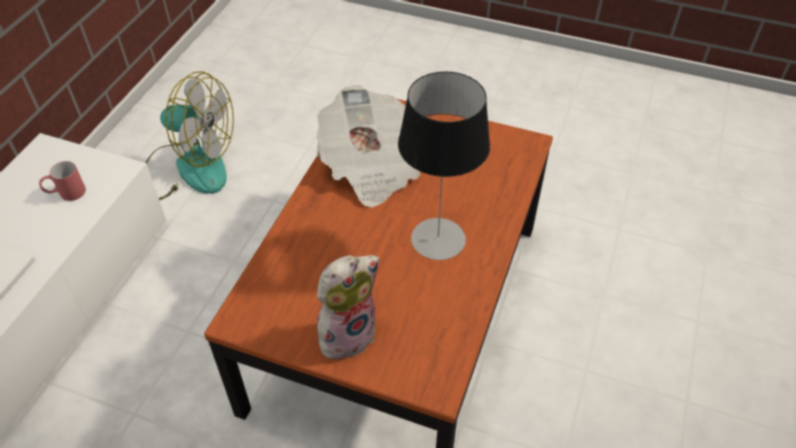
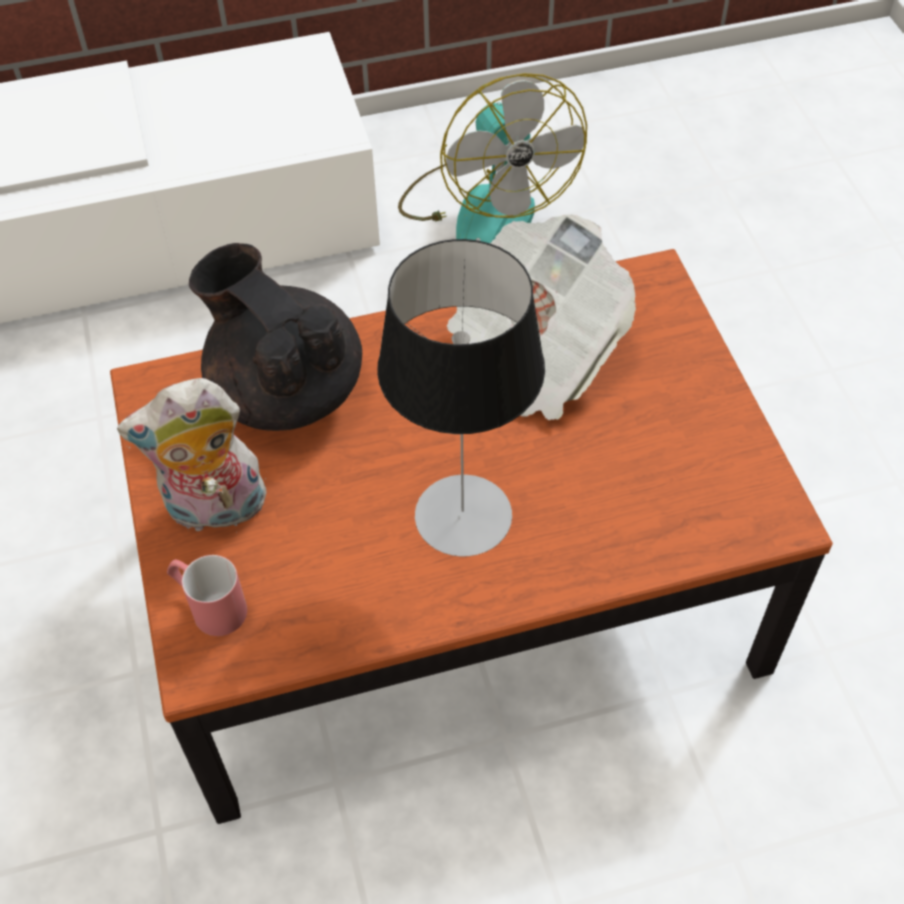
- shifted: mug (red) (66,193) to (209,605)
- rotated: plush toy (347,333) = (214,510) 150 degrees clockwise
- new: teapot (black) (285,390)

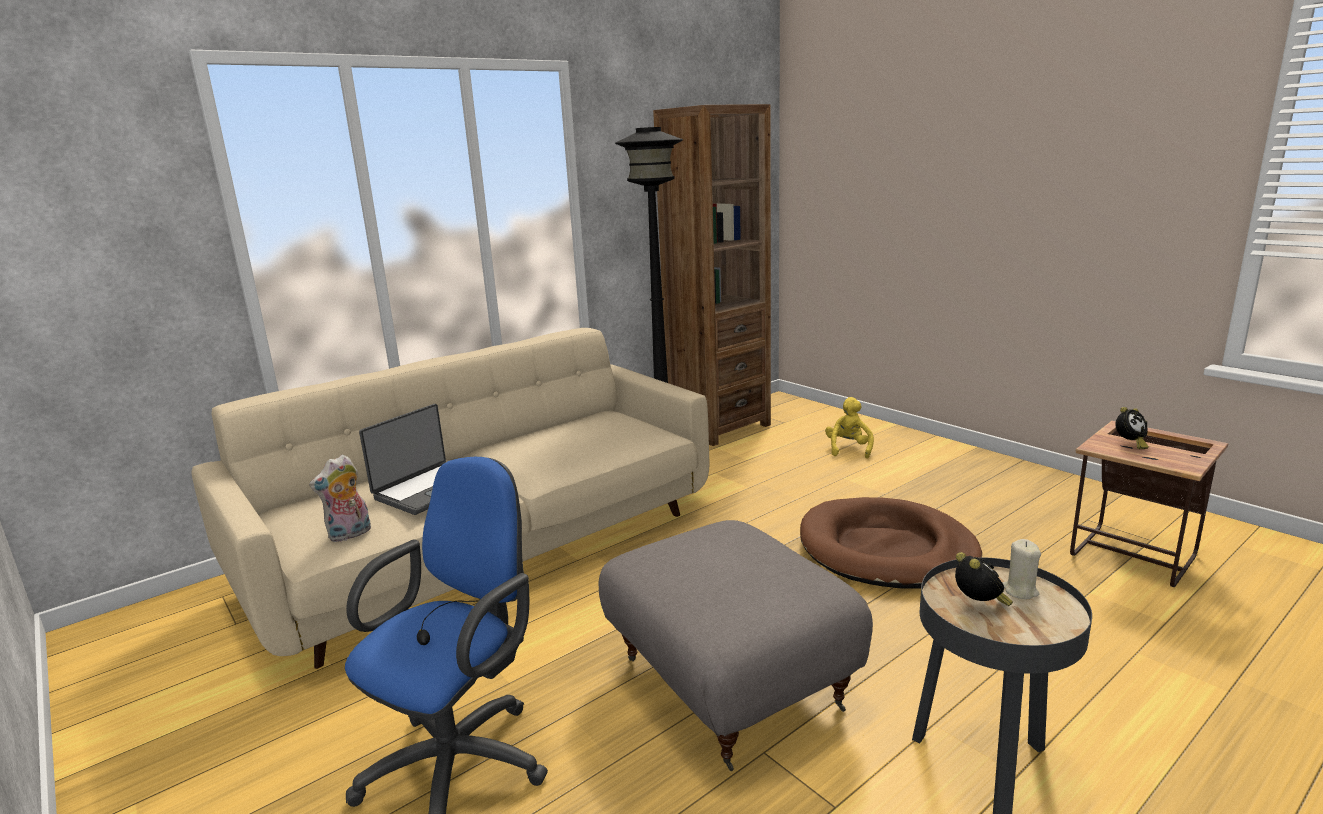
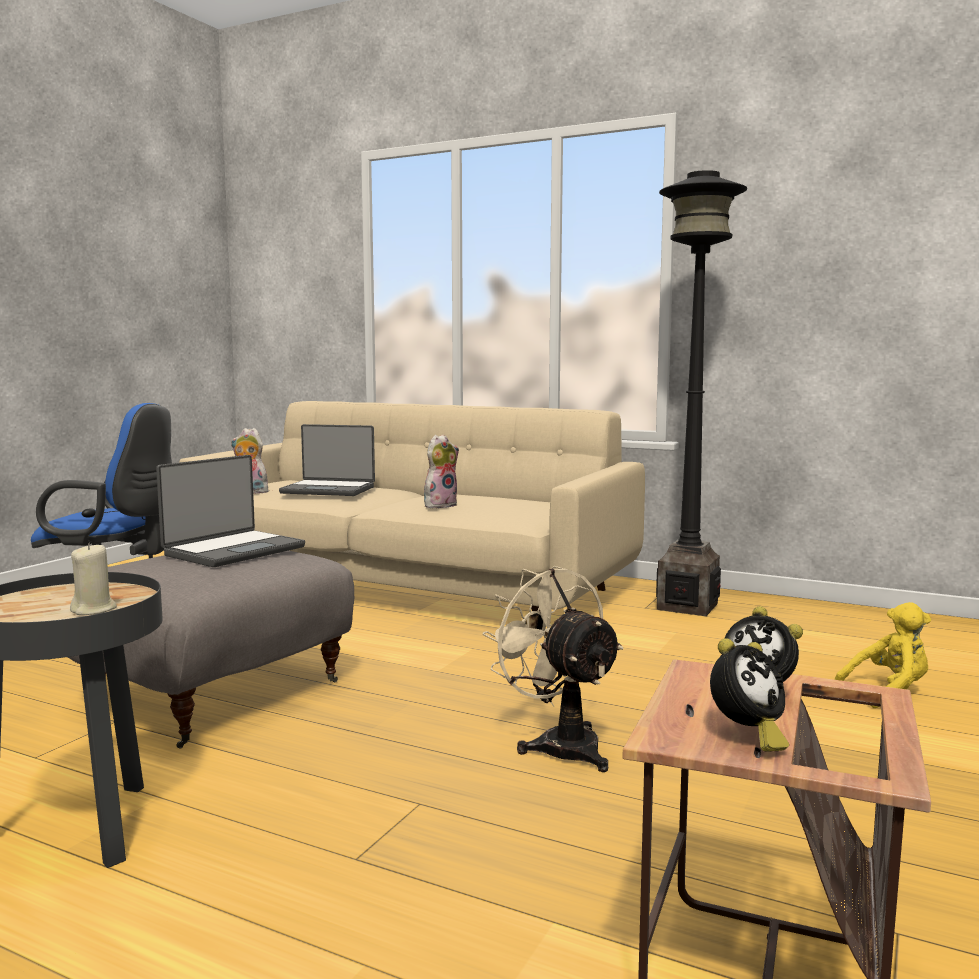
- gone: bookcase (brown) (719,427)
- swapped: dog bed (brown) (886,550) to fan (beige) (559,744)
- shifted: alarm clock (979,605) to (747,736)
- new: plush toy (440,505)
- new: laptop (233,551)

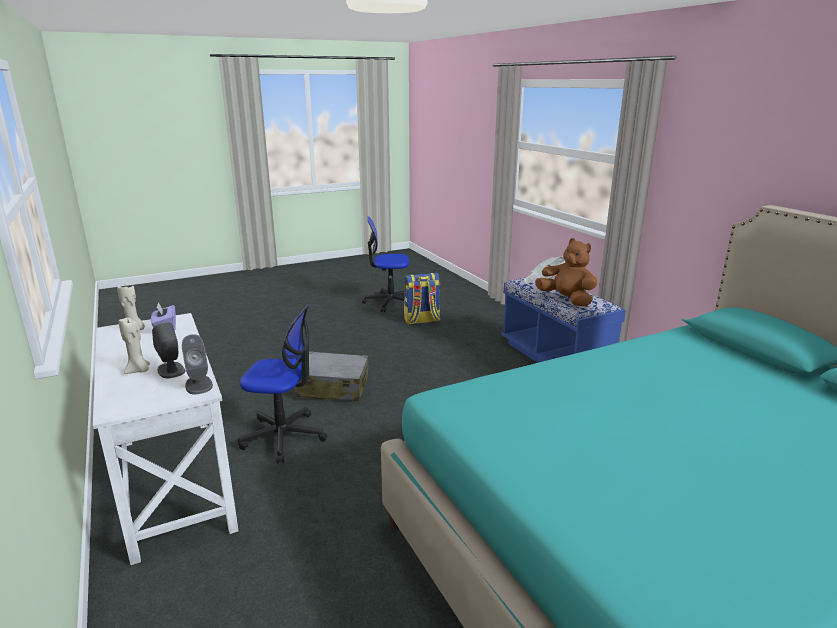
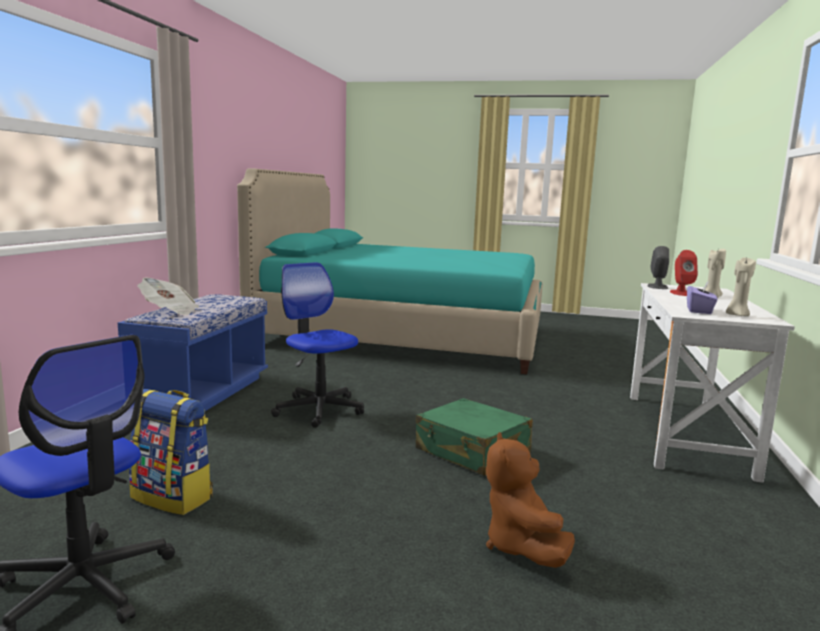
- shifted: plush toy (brown) (566,300) to (521,547)
- shifted: office chair (284,436) to (319,409)
- repainted: speaker (grey) (171,370) to speaker (red) (681,293)
- repainted: suitcase (grey) (333,387) to suitcase (green) (472,452)

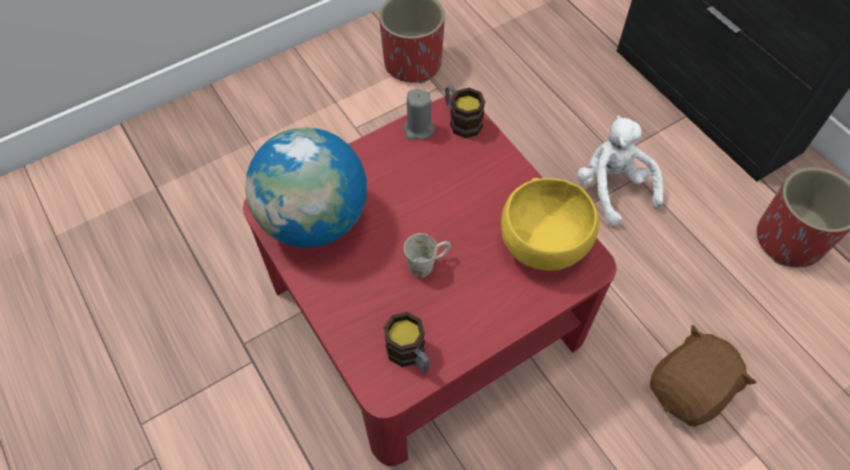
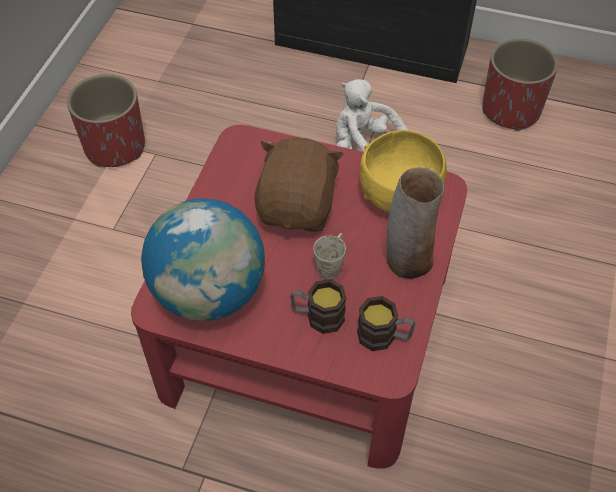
- shifted: mug (461,120) to (317,316)
- gone: candle (grey) (418,129)
- shifted: plush toy (brown) (689,390) to (298,207)
- new: vase (407,261)

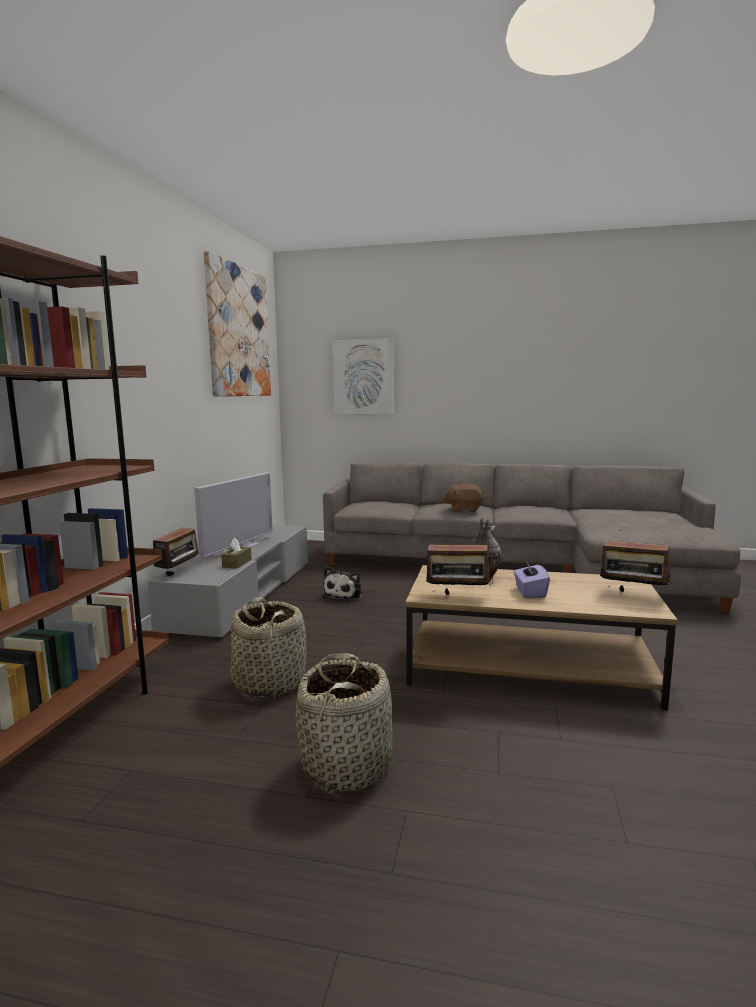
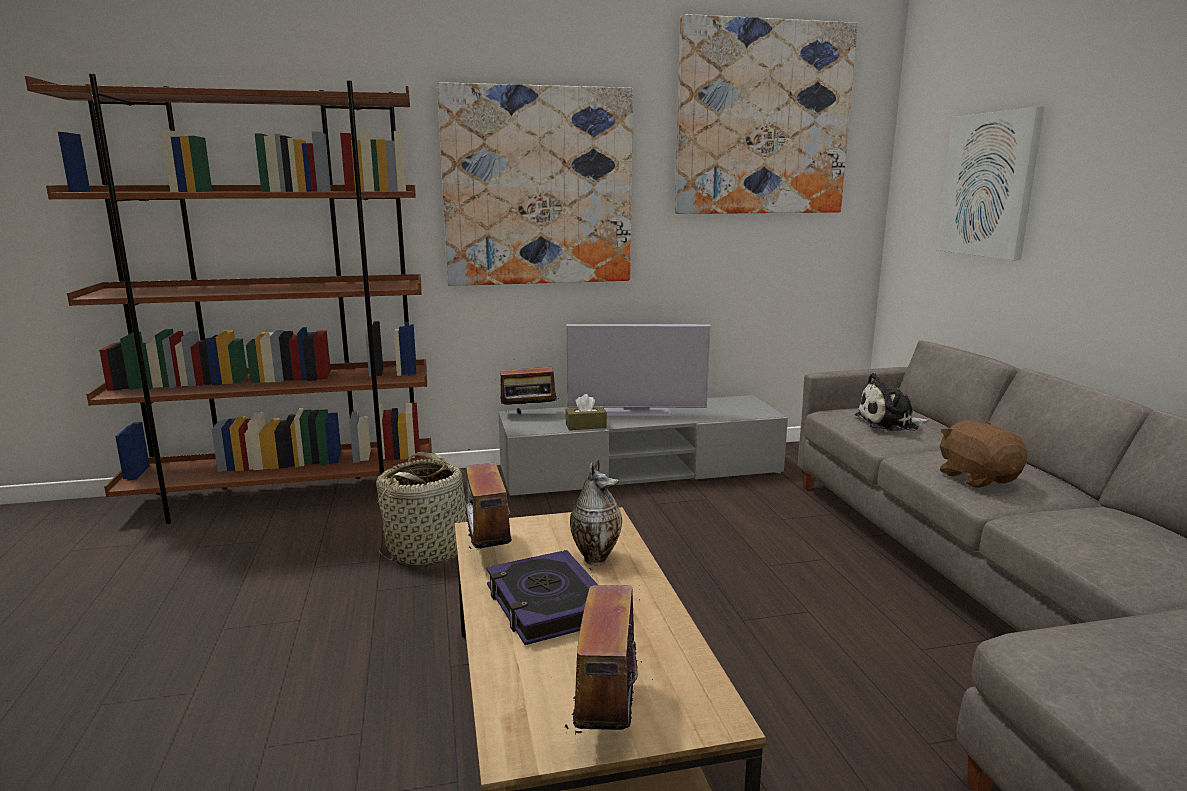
- swapped: tissue box (purple) (530,592) to book (546,604)
- shifted: plush toy (345,594) to (890,423)
- gone: basket (347,765)
- new: picture (538,187)

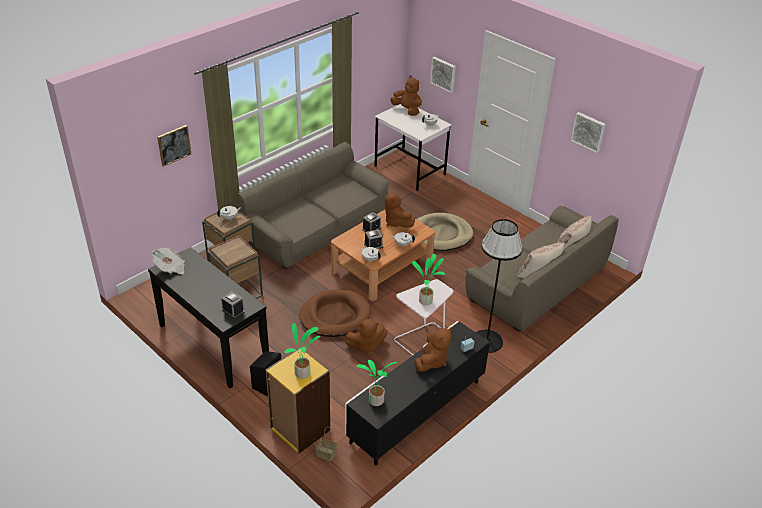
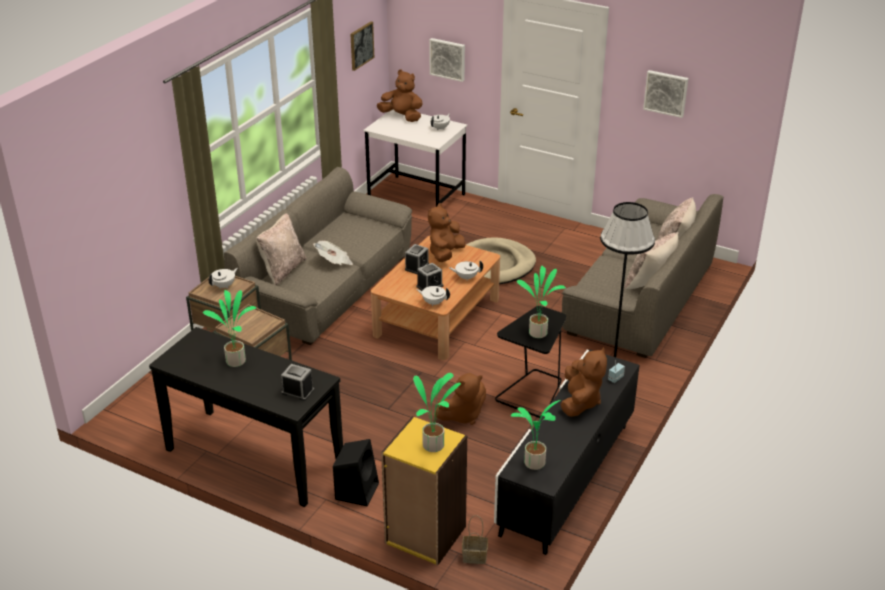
- shifted: picture (174,145) to (361,45)
- rotated: plush toy (brown) (396,222) = (445,254) 75 degrees clockwise
- shifted: newspaper (170,268) to (334,262)
- repainted: side table (white) (423,340) to side table (black) (532,393)
- gone: dog bed (brown) (335,316)
- new: pillow (beige) (282,270)
- new: potted plant (237,360)

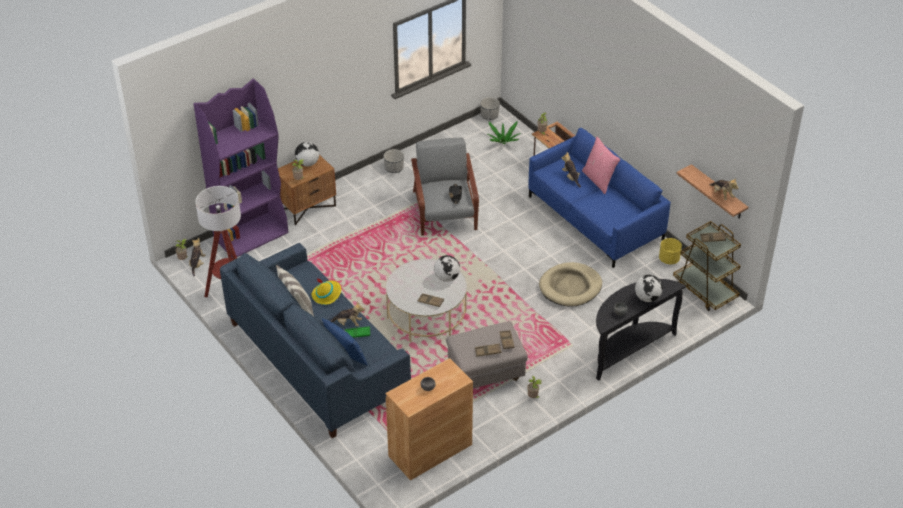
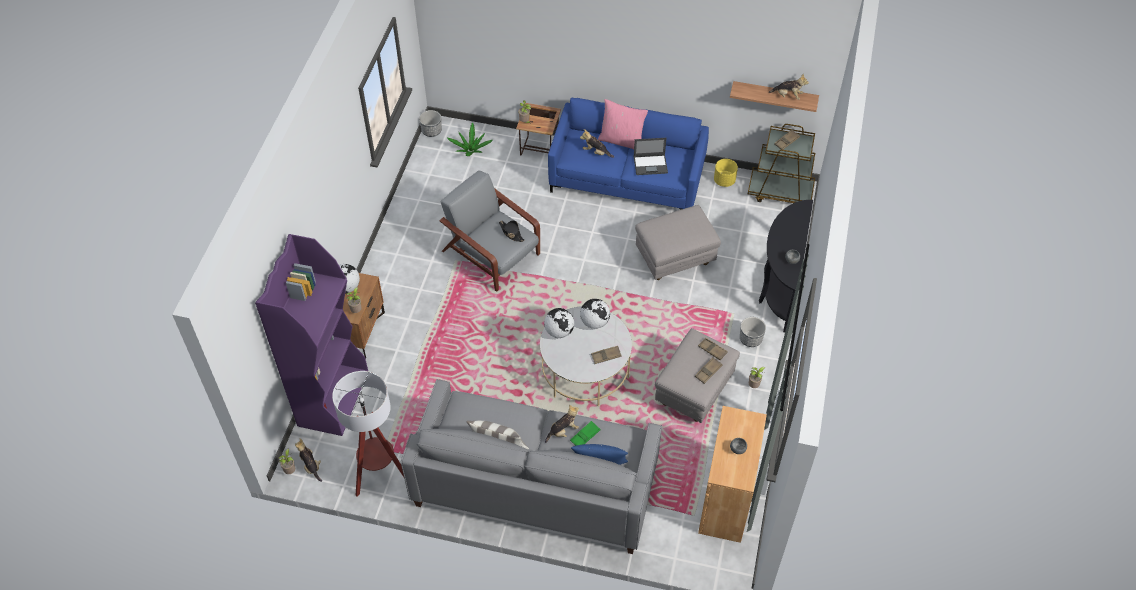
- shifted: planter (394,168) to (750,339)
- repainted: sofa (blue) (317,360) to sofa (grey) (535,484)
- swapped: dog bed (beige) (570,287) to ottoman (grey) (675,258)
- shifted: globe (647,298) to (559,331)
- gone: hat (yellow) (326,294)
- new: laptop (651,164)

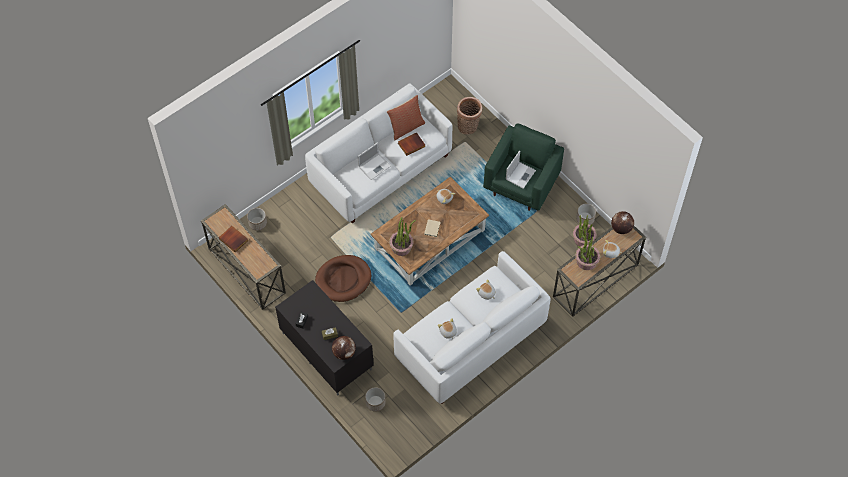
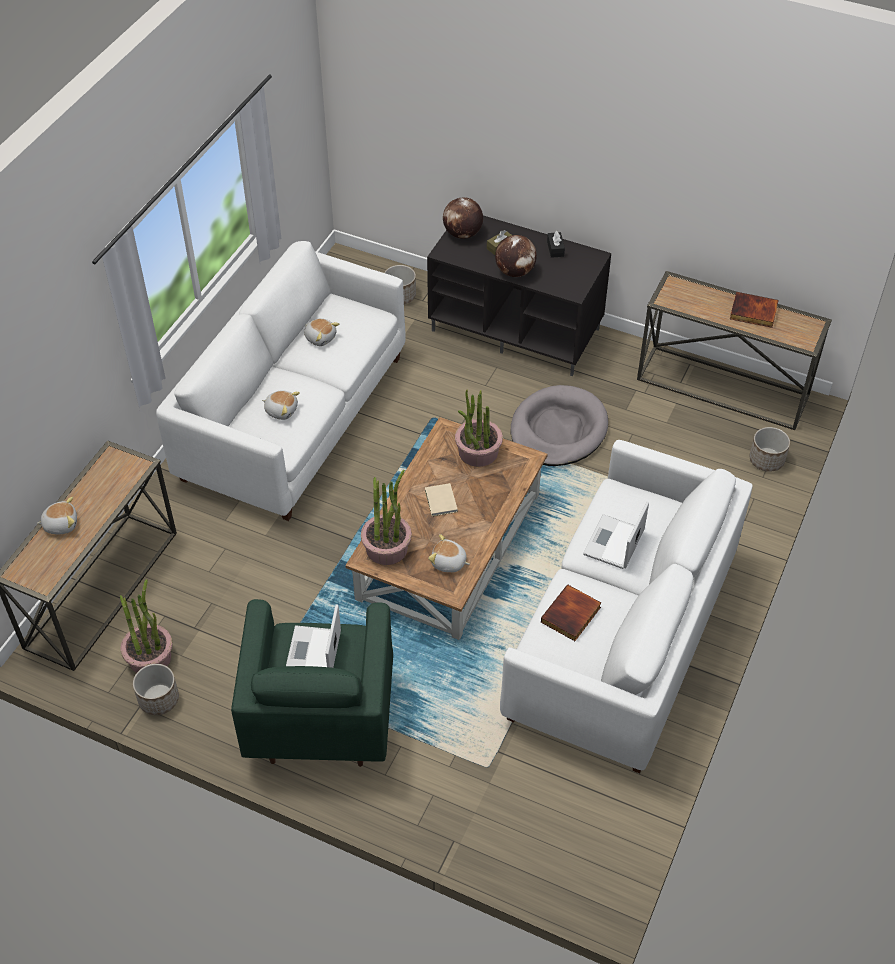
- gone: pillow (406,127)
- gone: basket (468,127)
- shifted: globe (621,228) to (515,272)
- shifted: potted plant (586,261) to (387,547)
- repainted: dog bed (brown) (343,279) to dog bed (grey) (558,430)

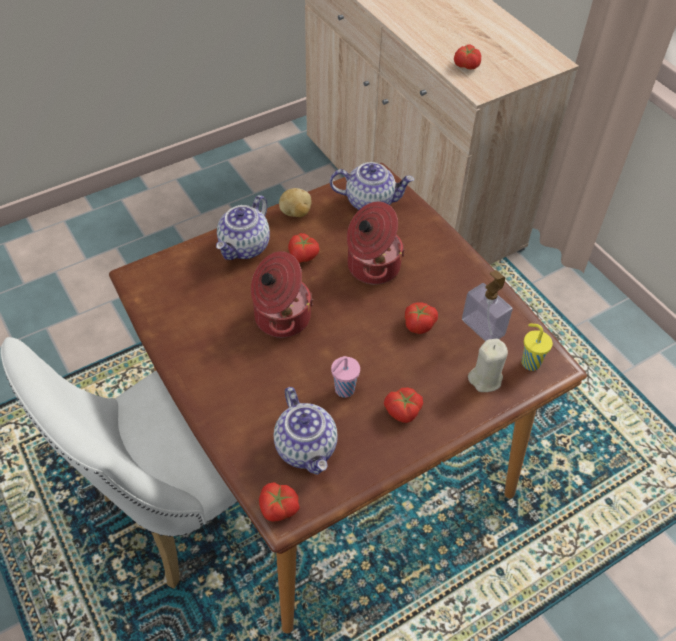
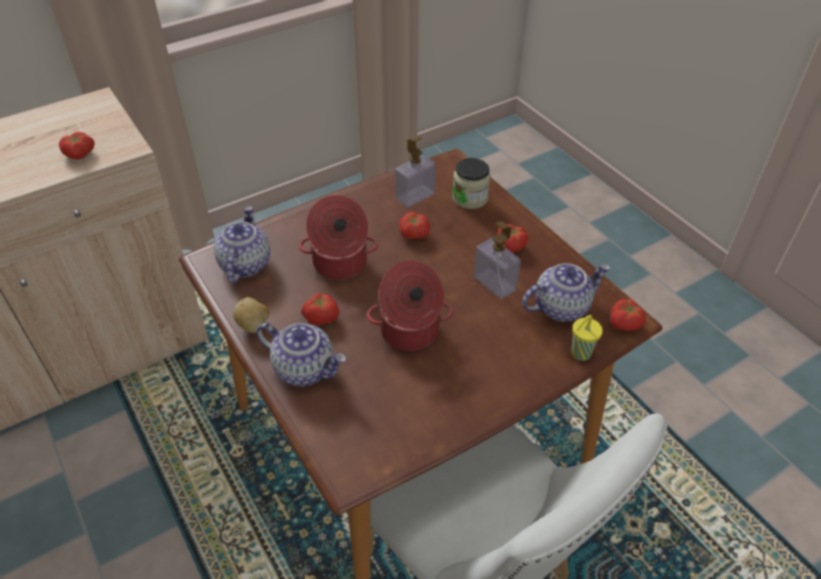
- shifted: cup (yellow) (529,362) to (580,354)
- swapped: candle (beige) (485,379) to jar (470,198)
- swapped: cup (pink) (343,390) to soap dispenser (494,283)

